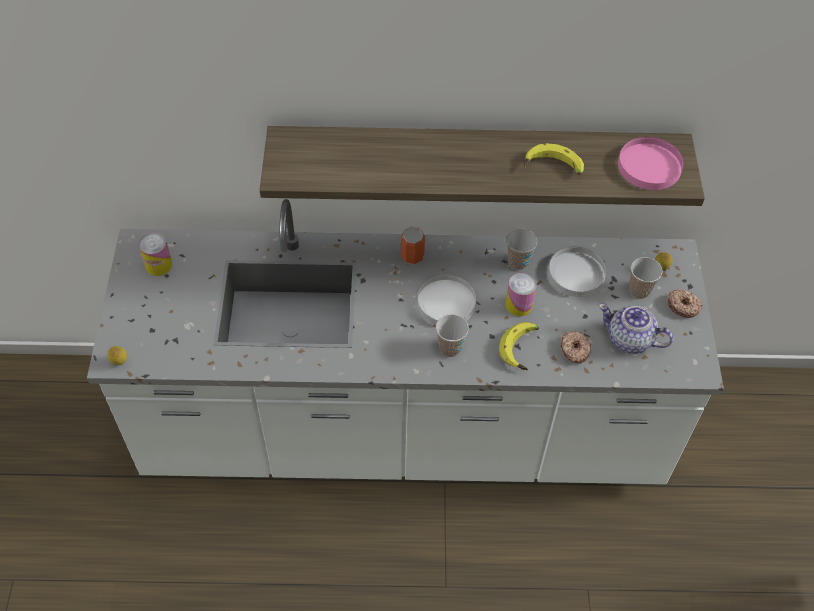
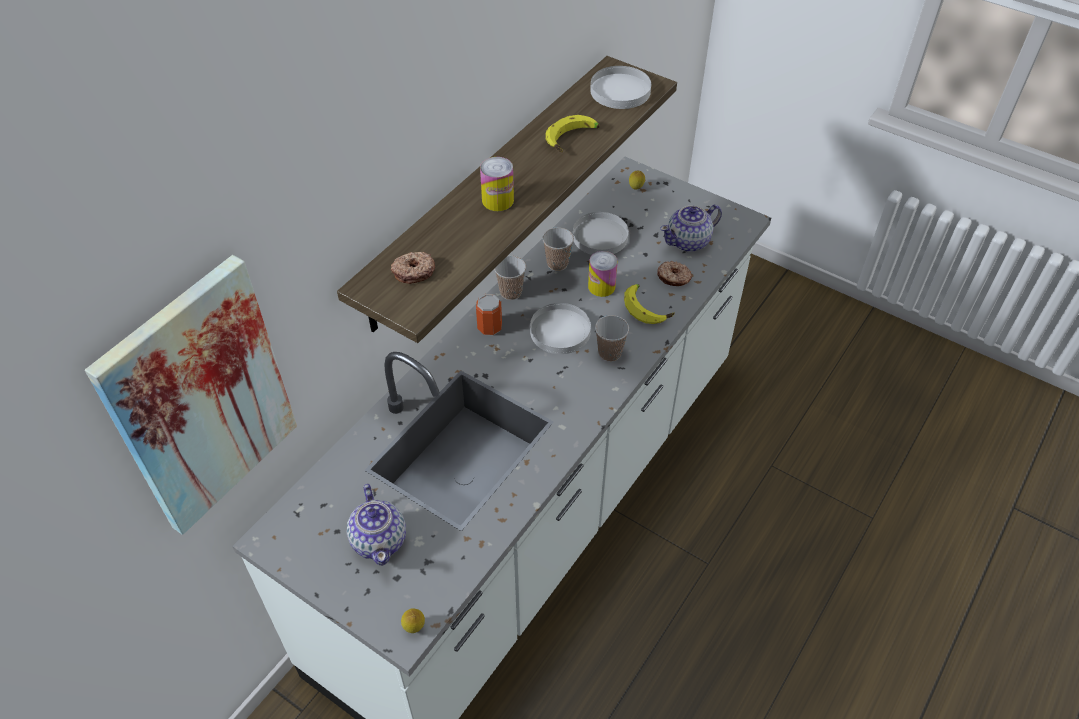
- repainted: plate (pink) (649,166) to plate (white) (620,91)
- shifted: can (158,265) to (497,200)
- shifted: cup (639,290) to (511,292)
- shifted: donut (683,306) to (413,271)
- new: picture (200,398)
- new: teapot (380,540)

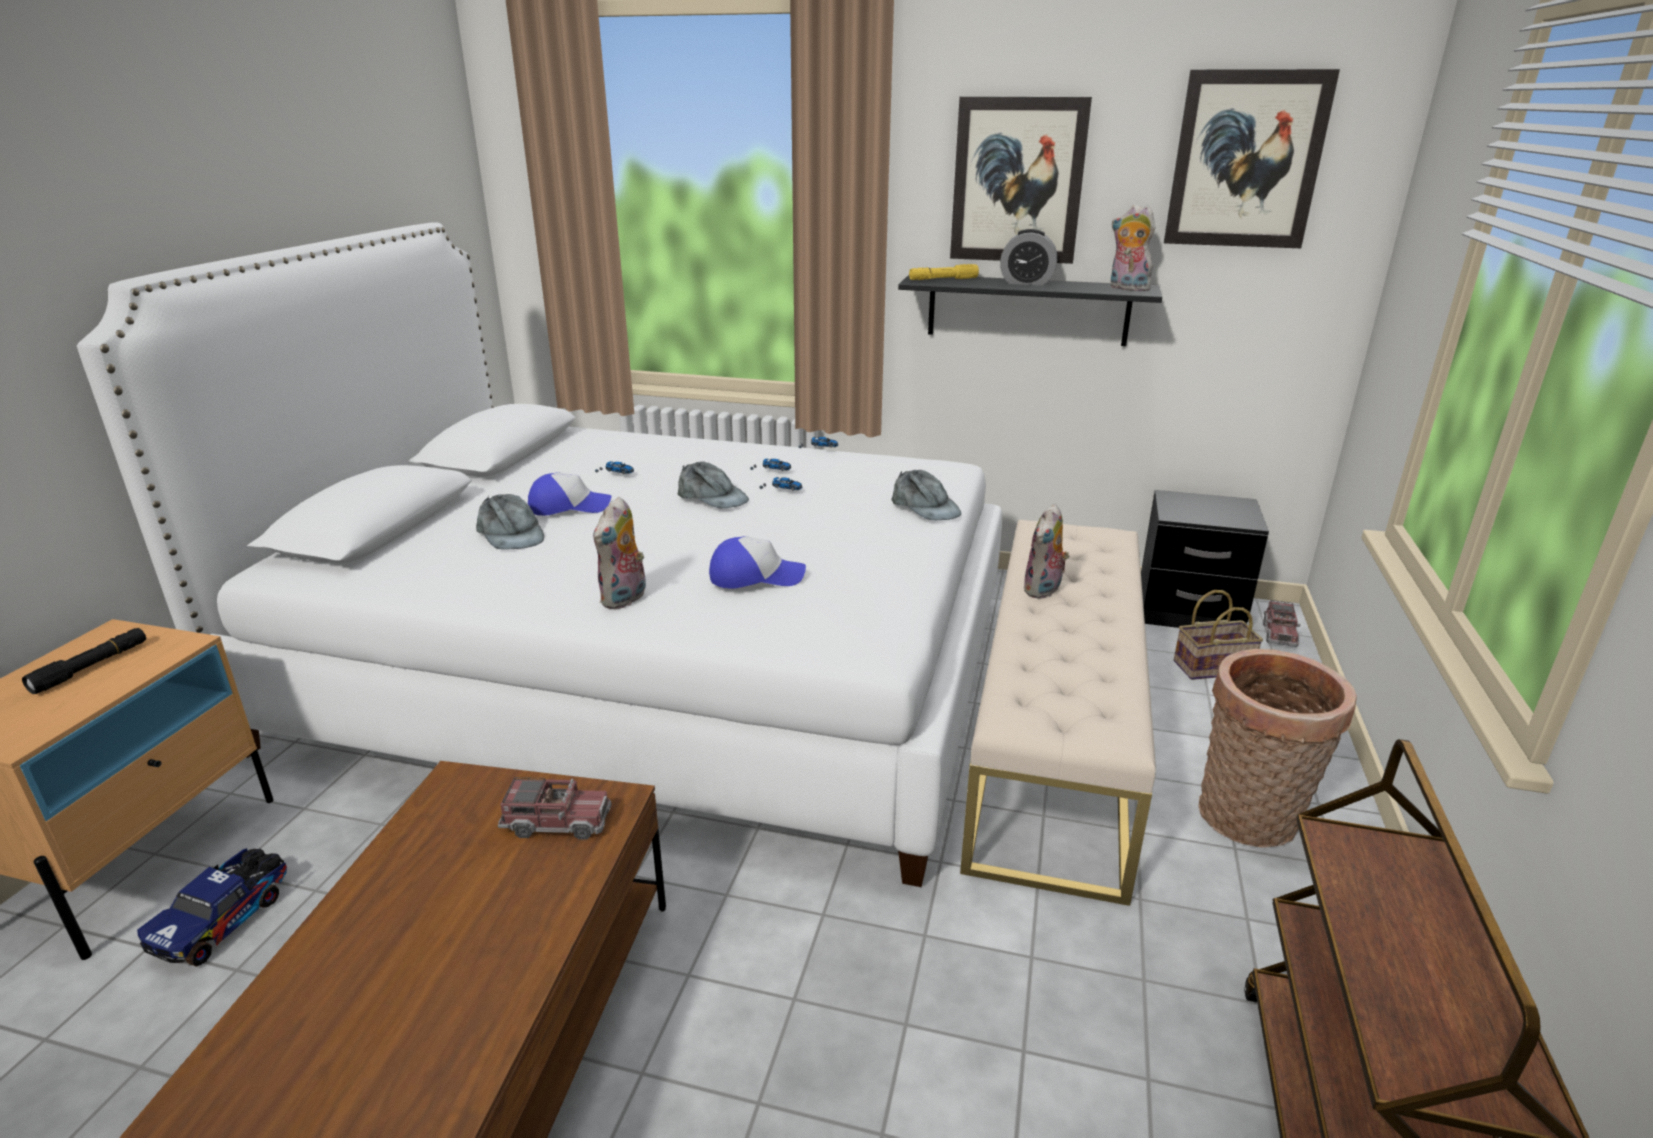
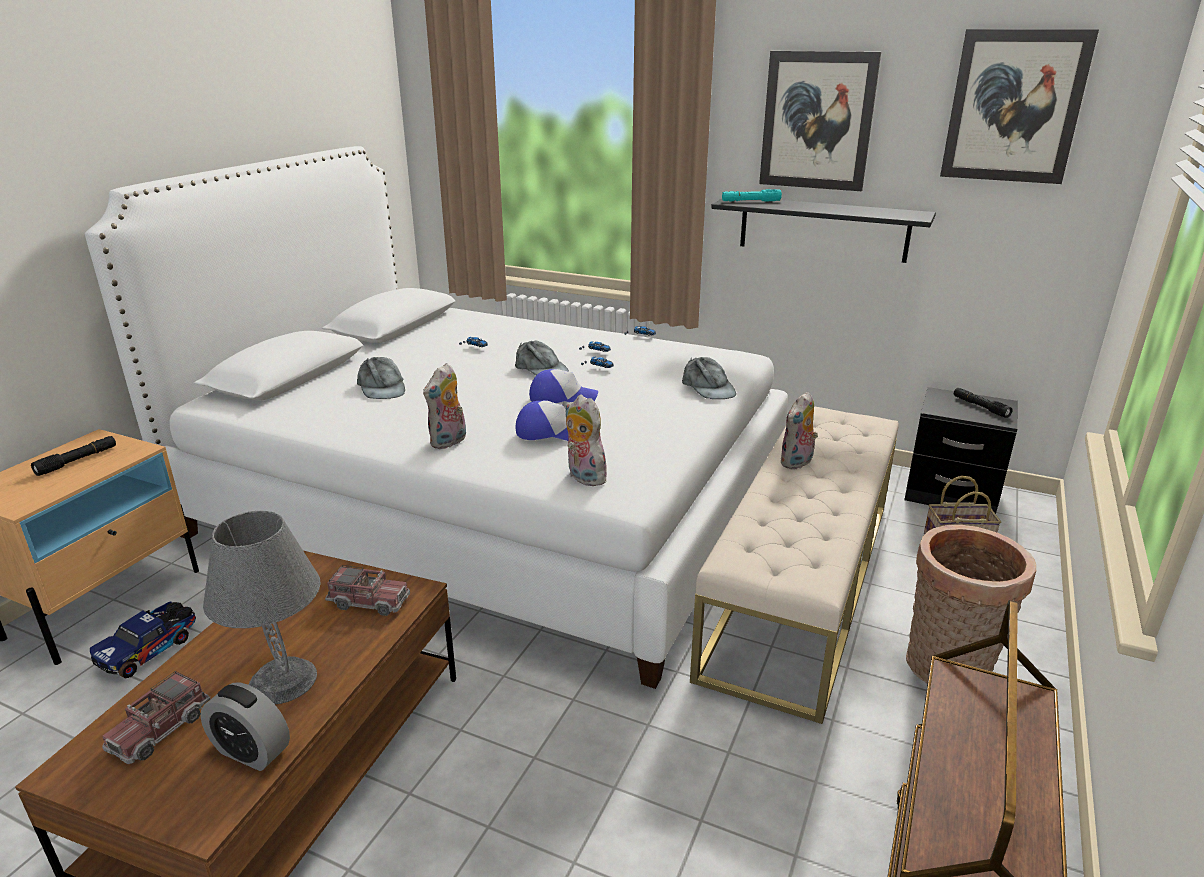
- shifted: plush toy (1126,288) to (583,477)
- shifted: alarm clock (1026,283) to (251,751)
- repainted: flashlight (yellow) (943,279) to flashlight (turquoise) (750,201)
- shifted: cap (569,506) to (562,398)
- shifted: toy truck (1279,634) to (160,729)
- new: flashlight (black) (980,407)
- new: table lamp (grey) (284,680)

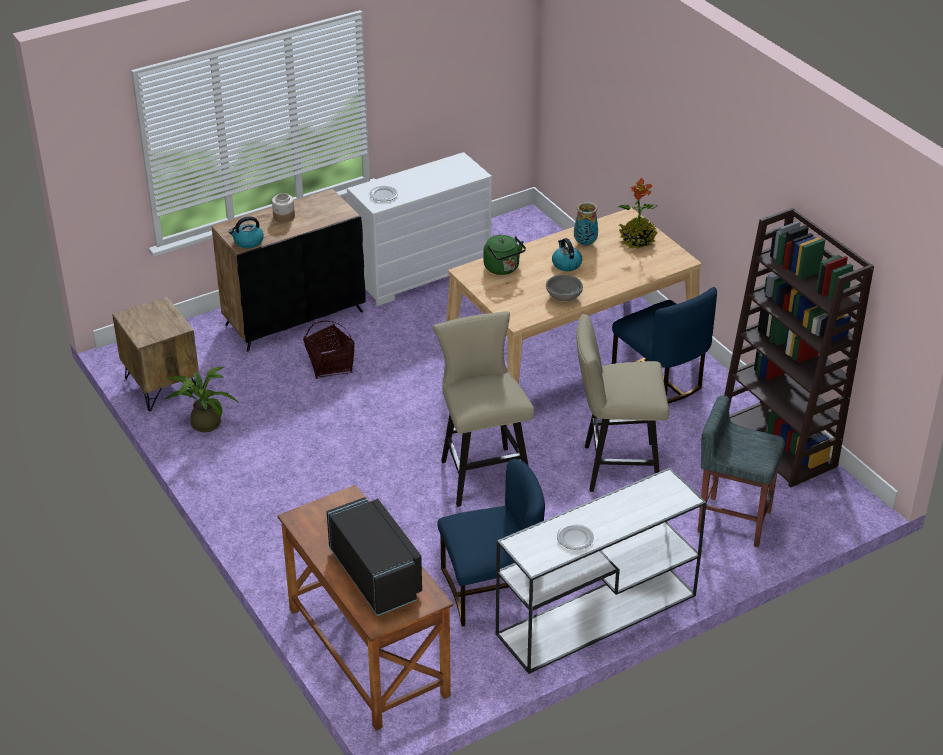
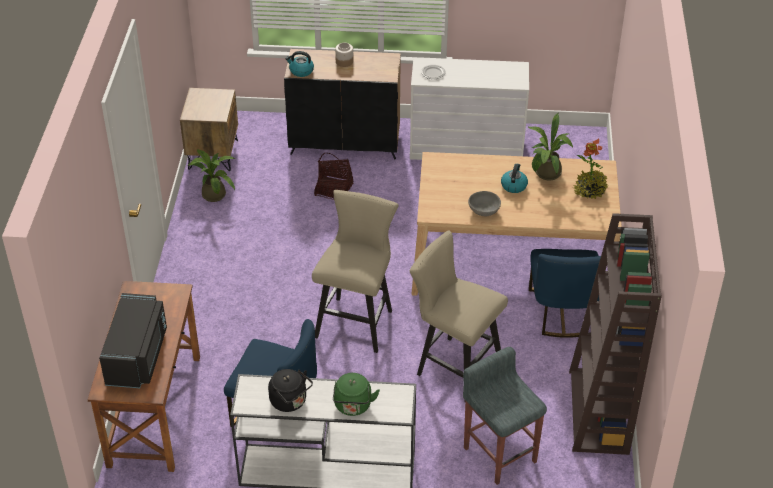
- swapped: vase (585,243) to potted plant (546,175)
- shifted: kettle (green) (503,268) to (353,407)
- swapped: plate (575,539) to kettle (black) (290,402)

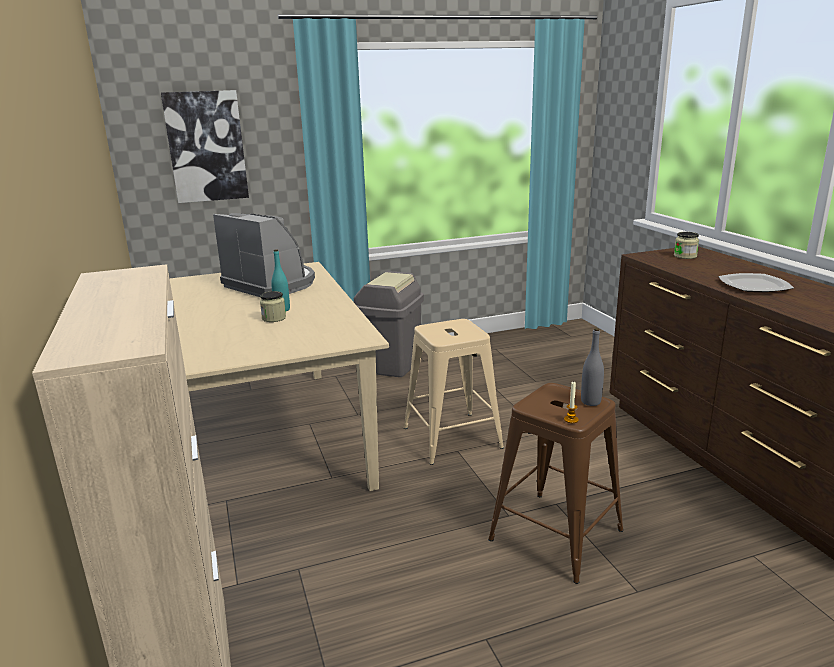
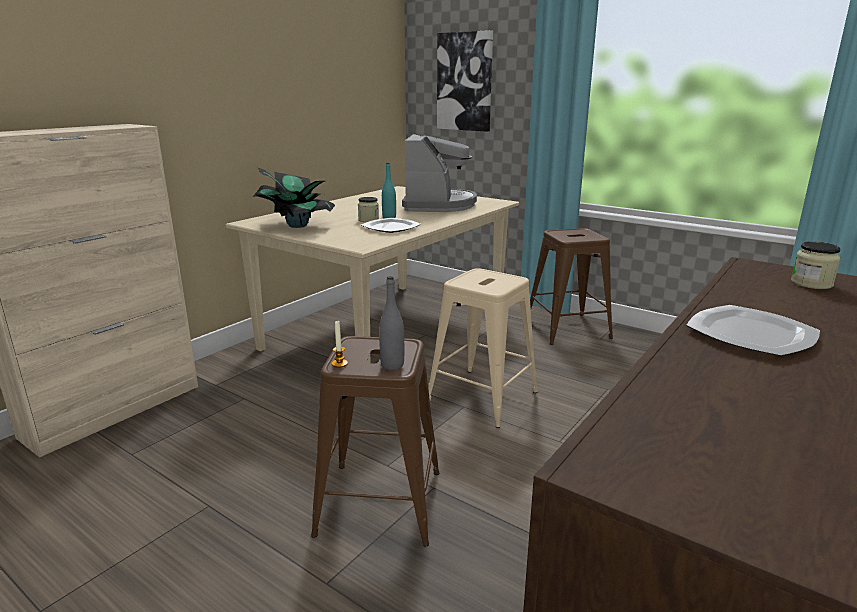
- swapped: trash can (grey) (391,364) to stool (brown) (567,329)
- new: potted plant (297,225)
- new: plate (391,227)

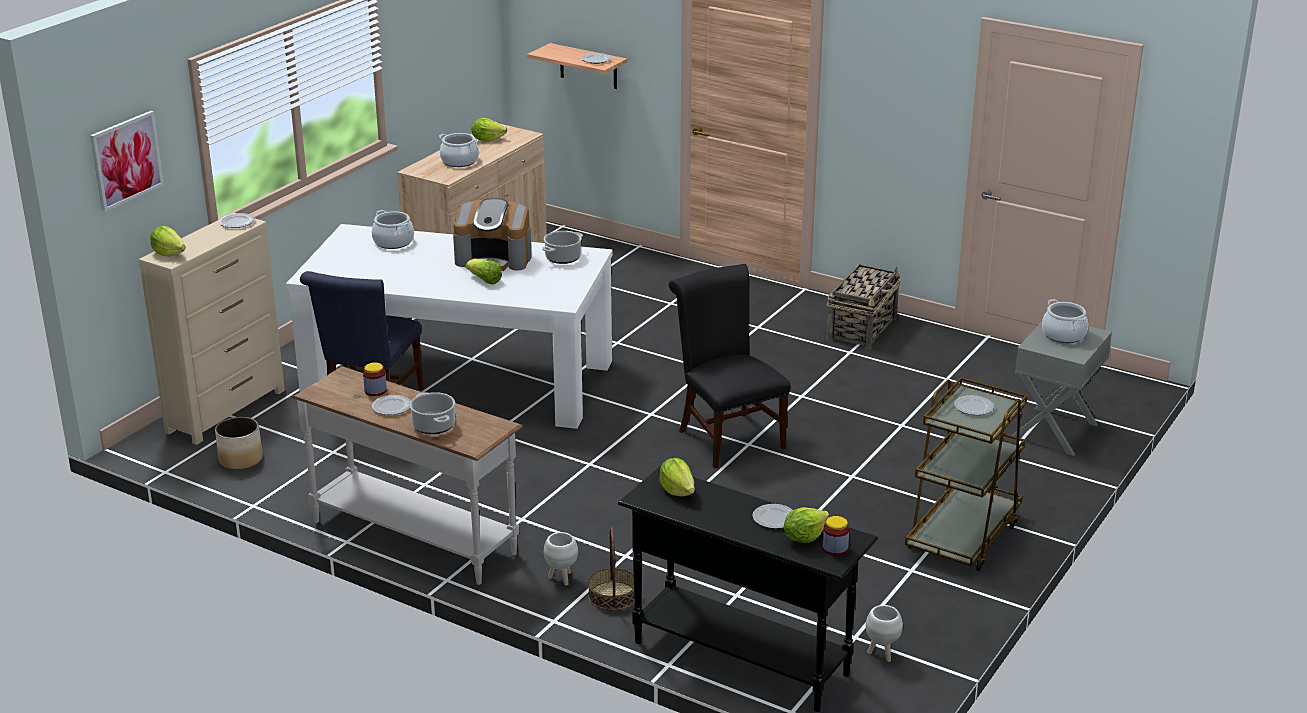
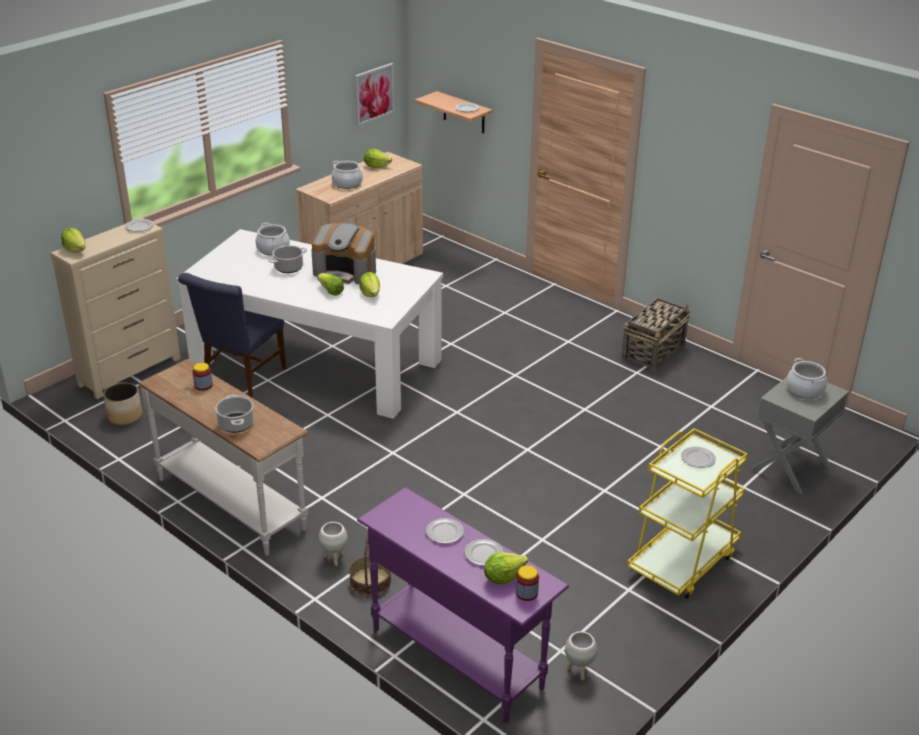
- shifted: picture (126,160) to (374,93)
- shifted: cooking pot (563,258) to (288,268)
- gone: chair (black) (727,436)
- repainted: cart (brown) (962,536) to cart (yellow) (682,561)
- shifted: plate (392,407) to (445,532)
- shifted: lettuce (677,490) to (370,294)
- repainted: console table (black) (740,657) to console table (purple) (456,657)

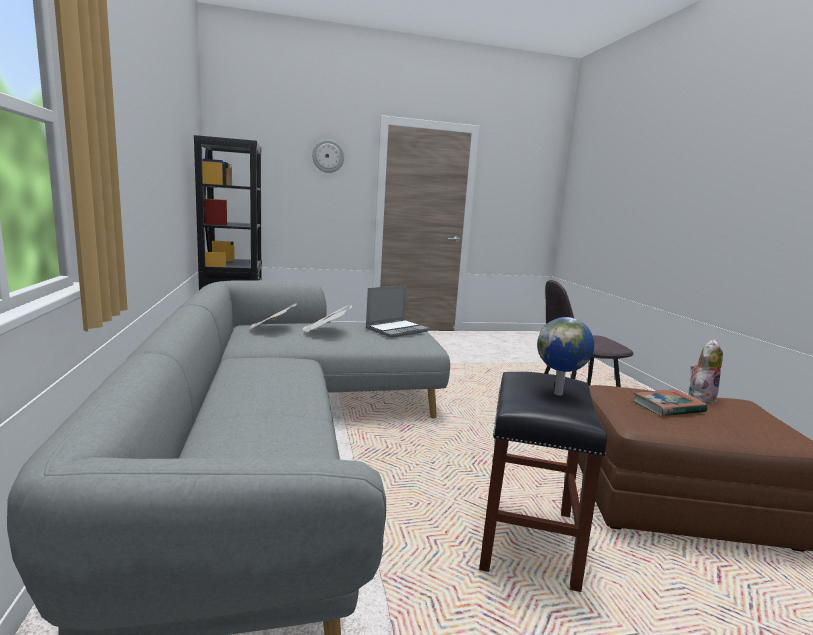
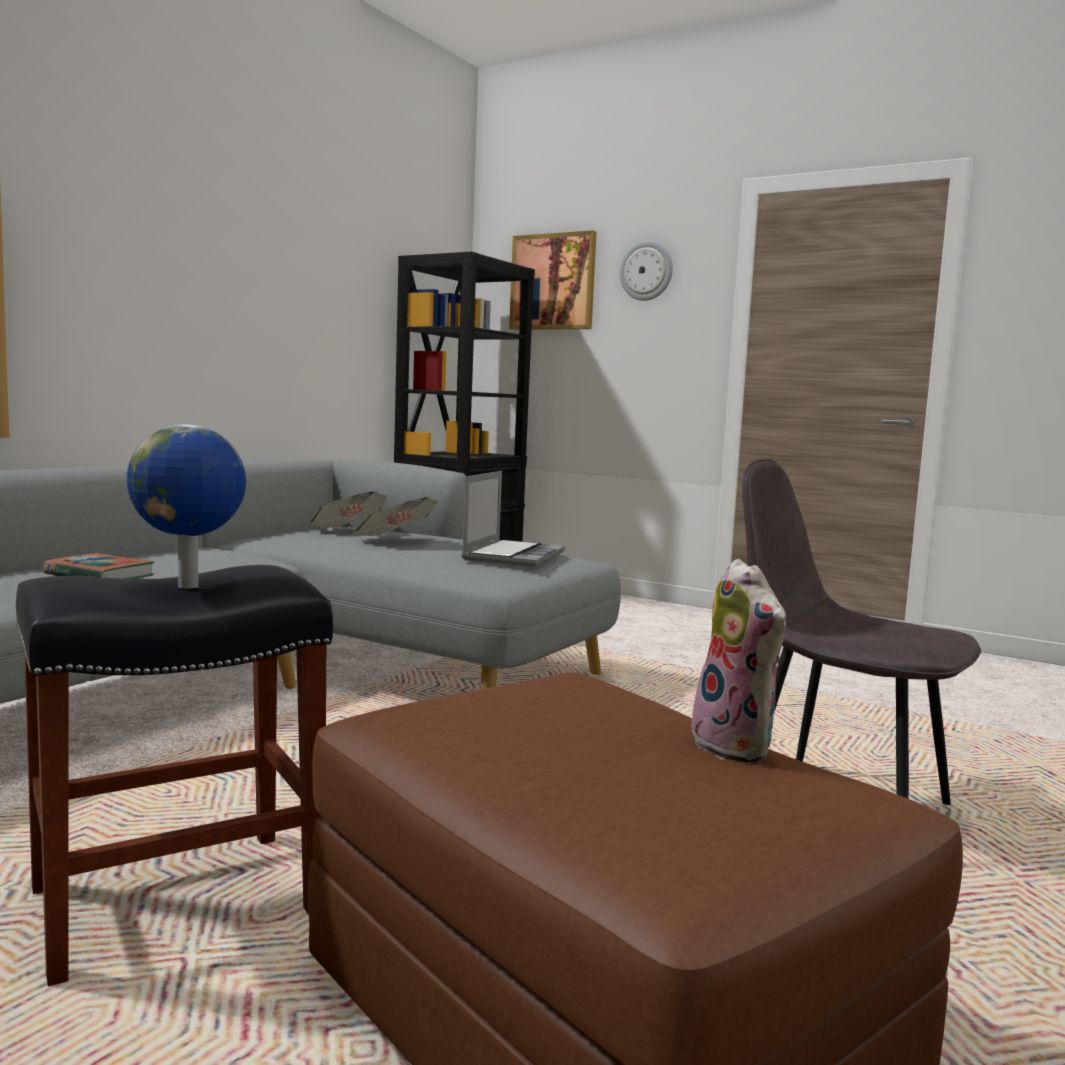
- rotated: laptop (397,330) = (513,556) 75 degrees counterclockwise
- rotated: plush toy (700,397) = (738,746) 60 degrees clockwise
- shifted: book (668,407) to (99,576)
- new: picture (553,282)

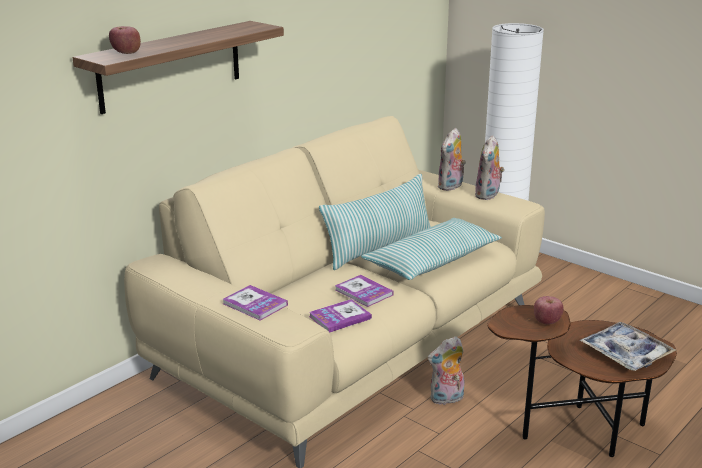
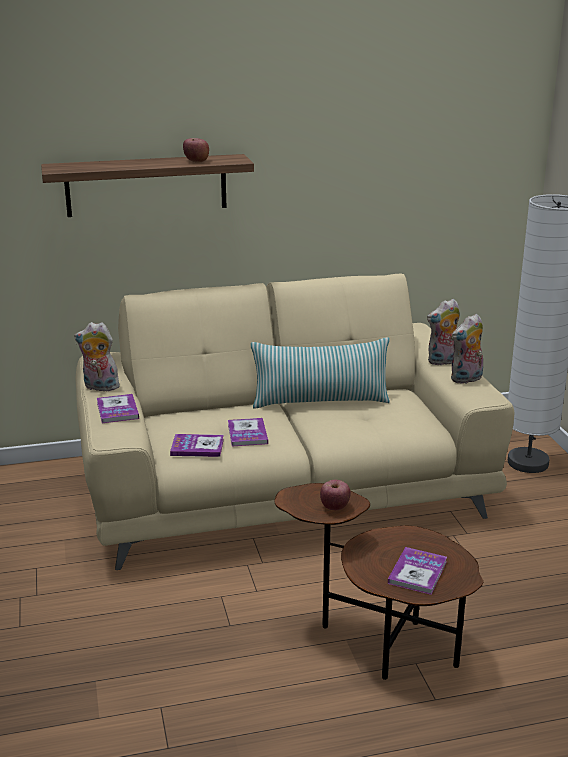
- shifted: apple (126,53) to (196,161)
- gone: pillow (432,261)
- swapped: tray (626,353) to book (417,572)
- shifted: plush toy (446,399) to (99,387)

